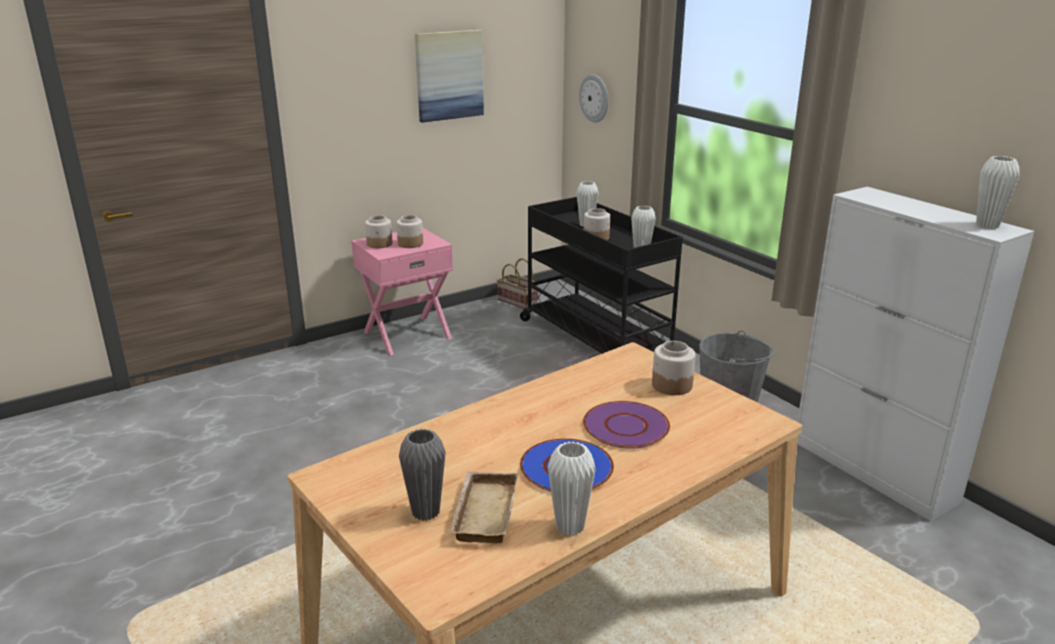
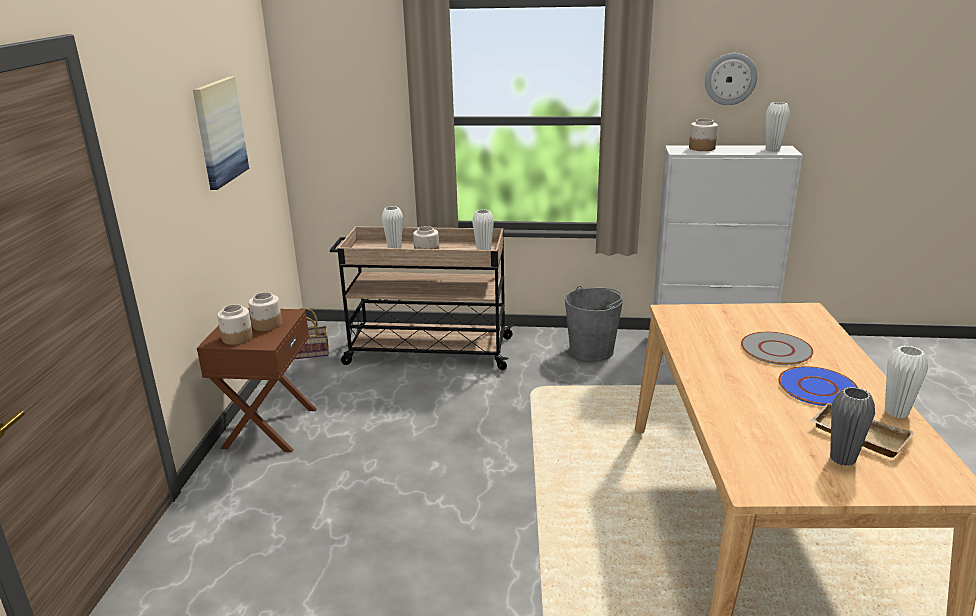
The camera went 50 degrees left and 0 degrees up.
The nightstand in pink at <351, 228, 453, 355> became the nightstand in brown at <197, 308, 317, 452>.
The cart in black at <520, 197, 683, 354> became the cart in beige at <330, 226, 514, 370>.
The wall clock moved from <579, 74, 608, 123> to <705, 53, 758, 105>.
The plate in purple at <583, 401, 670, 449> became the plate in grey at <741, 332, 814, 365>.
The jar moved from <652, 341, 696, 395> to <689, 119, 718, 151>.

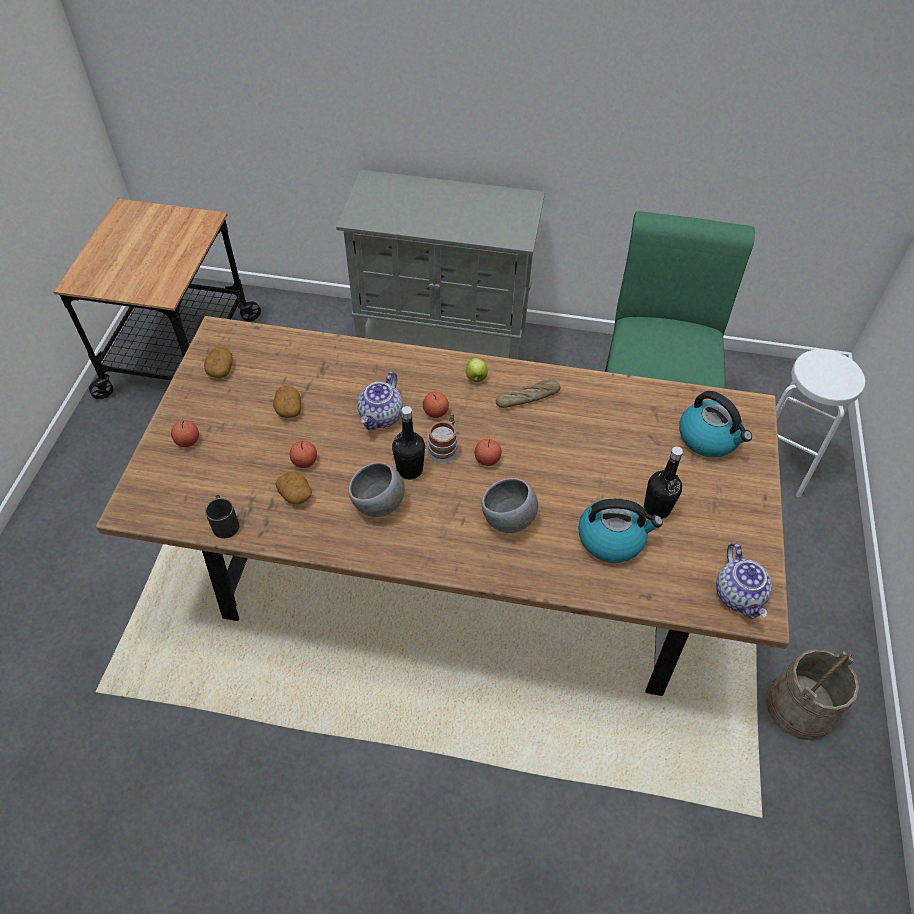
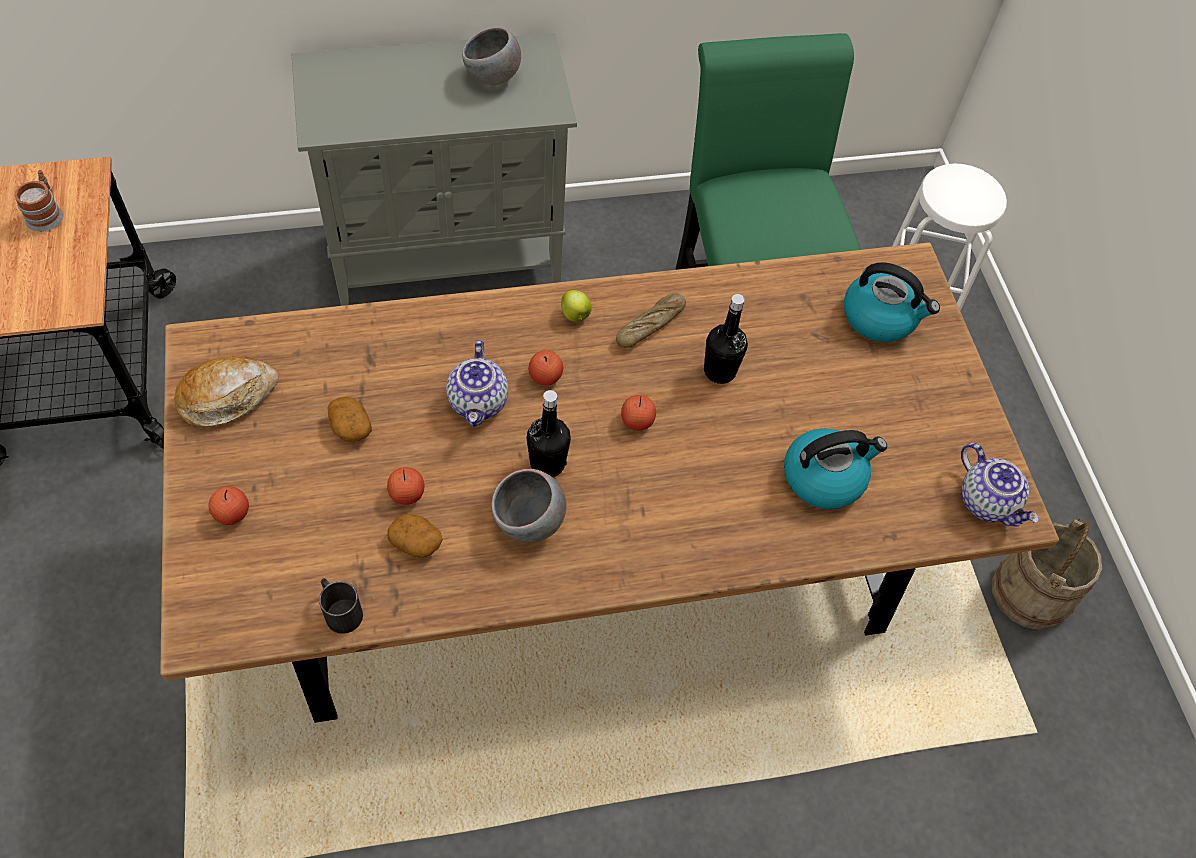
The camera went 25 degrees left and 5 degrees up.
The potato at <204, 347, 233, 378> was replaced by the bread at <174, 356, 279, 428>.
The mug moved from <427, 413, 458, 463> to <14, 170, 63, 232>.
The bowl in grey moved from <481, 478, 538, 533> to <462, 27, 521, 85>.
The bottle in black moved from <644, 447, 683, 519> to <704, 294, 748, 384>.

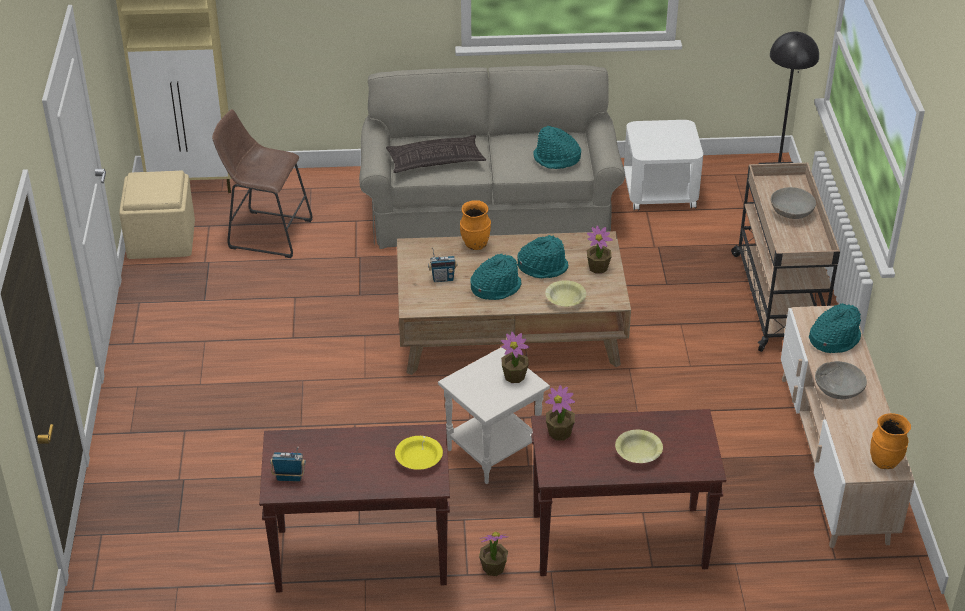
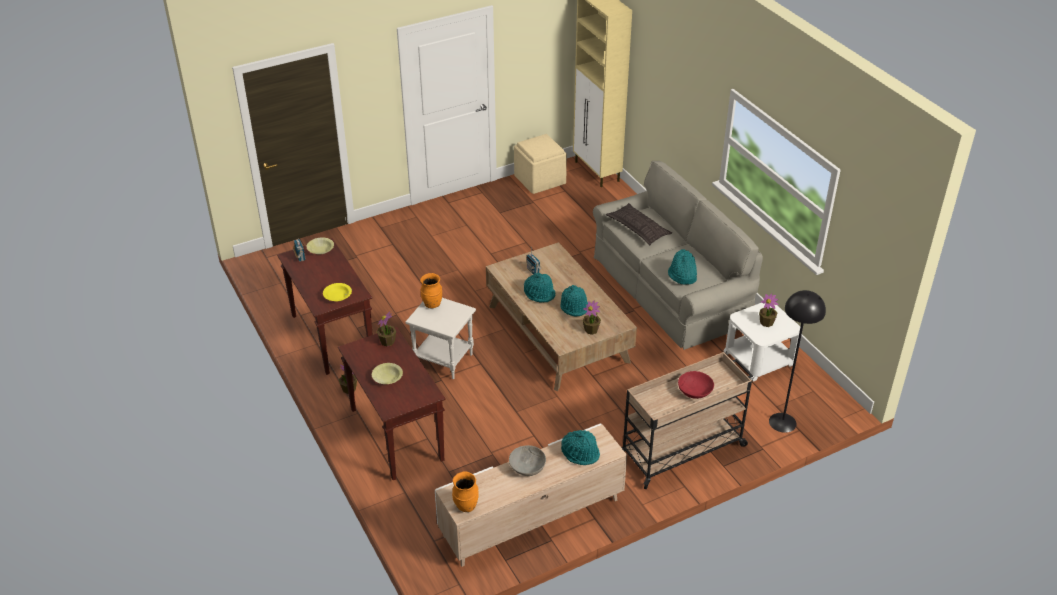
The camera went 65 degrees right and 0 degrees up.
The stool in brown at <212, 109, 312, 258> disappeared.
The vase in orange moved from <460, 200, 491, 250> to <420, 273, 442, 309>.
The potted plant moved from <501, 332, 529, 383> to <759, 293, 778, 327>.
The bowl in yellow moved from <545, 280, 586, 307> to <307, 237, 334, 255>.
The bowl in grey at <771, 187, 816, 219> became the bowl in red at <678, 371, 714, 399>.

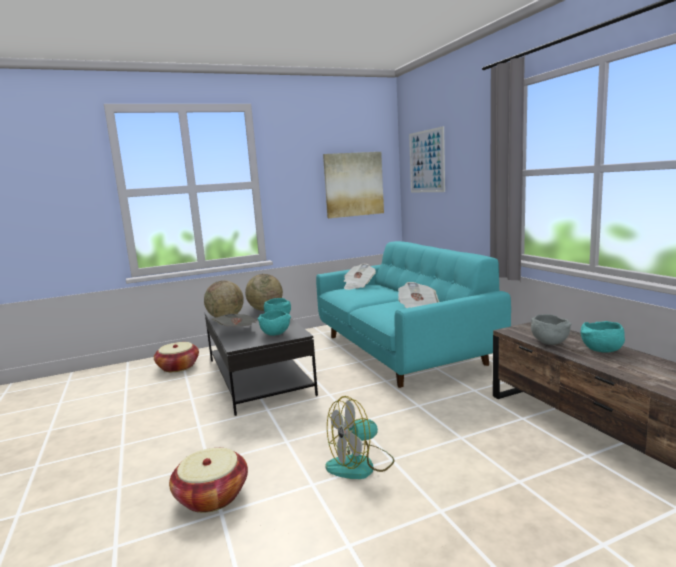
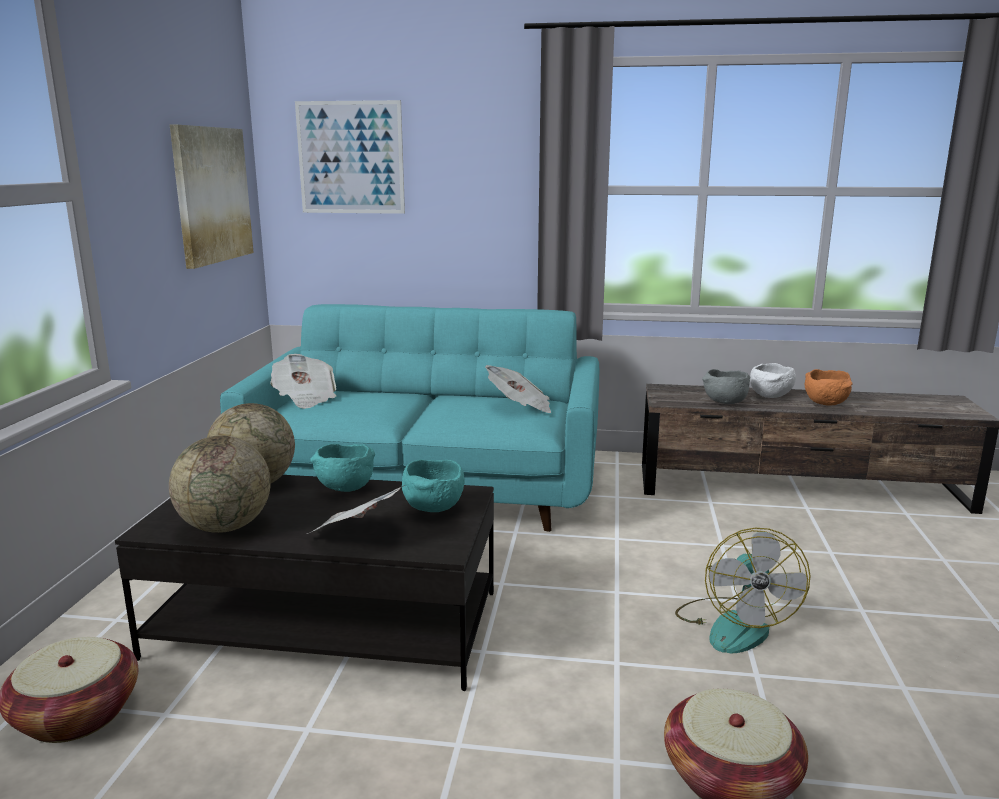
The camera went 60 degrees left and 5 degrees up.
The bowl in turquoise at <581, 321, 625, 353> became the bowl in white at <750, 363, 796, 398>.
The bowl in orange at <805, 369, 853, 406> appeared.

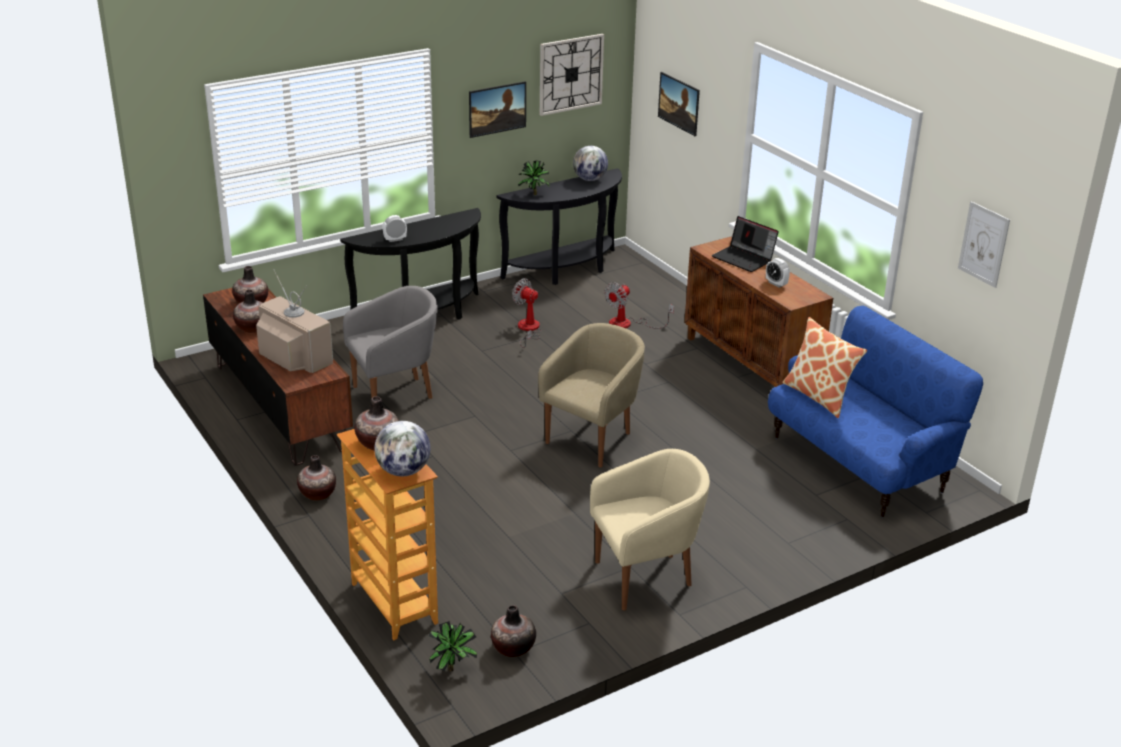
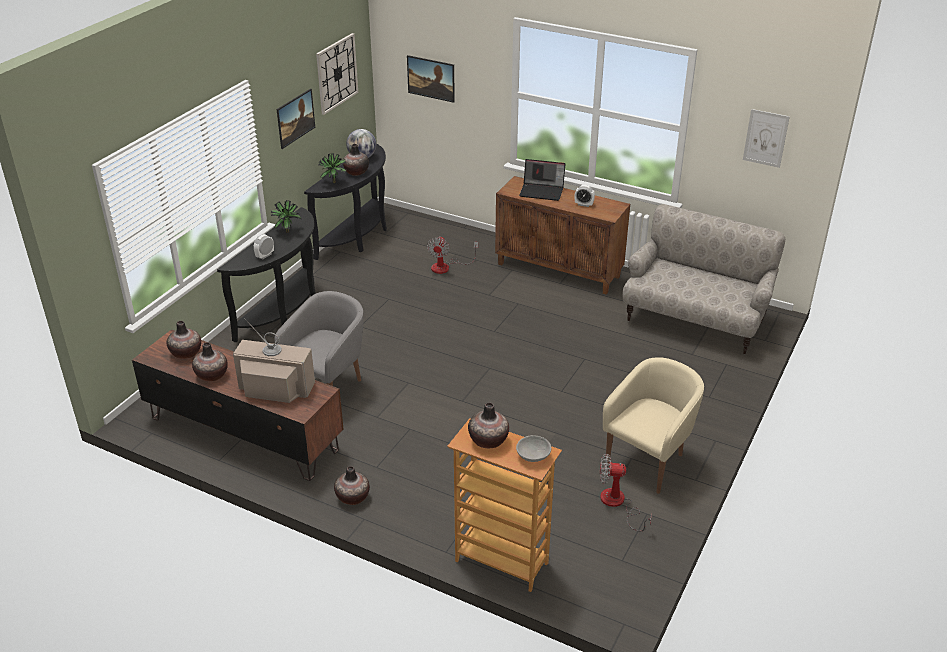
The camera went 30 degrees left and 5 degrees up.
The globe at <374, 421, 430, 476> was replaced by the bowl in grey at <516, 435, 551, 462>.
The potted plant moved from <428, 621, 477, 672> to <271, 200, 301, 233>.
The vase moved from <491, 605, 536, 657> to <343, 144, 369, 176>.
The fan moved from <512, 278, 542, 348> to <600, 454, 651, 531>.
The armchair in beige at <538, 323, 645, 467> disappeared.
The sofa in blue at <768, 306, 983, 517> became the sofa in beige at <622, 204, 785, 354>.
The pillow at <782, 317, 867, 418> disappeared.

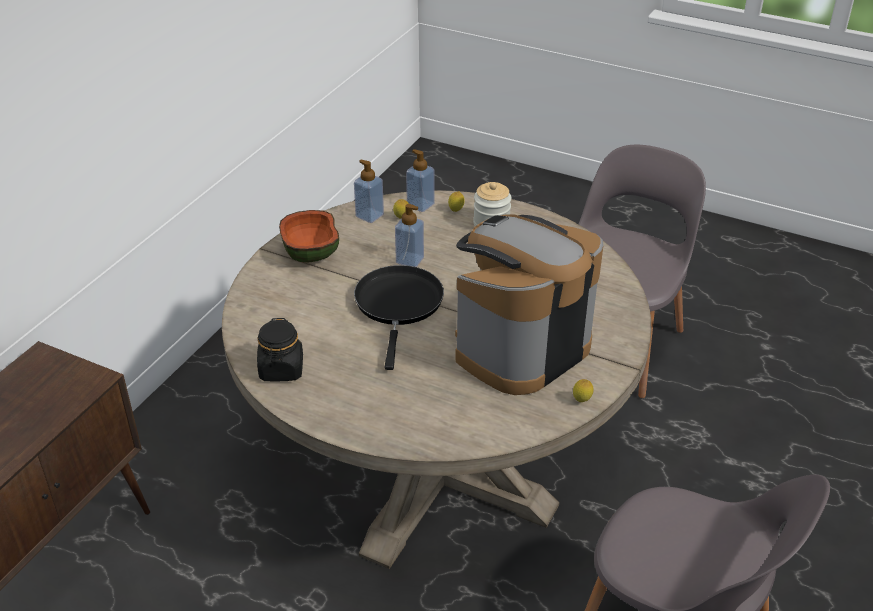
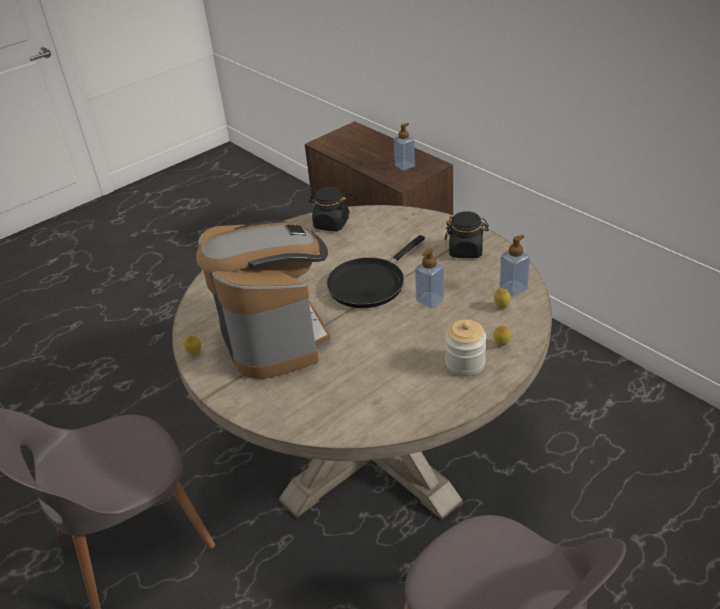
The camera went 115 degrees right and 0 degrees up.
The bowl at <279, 210, 339, 263> was replaced by the jar in black at <445, 211, 489, 258>.
The frying pan in black at <354, 265, 444, 370> turned 105 degrees clockwise.
The soap dispenser moved from <406, 149, 435, 212> to <394, 123, 415, 171>.

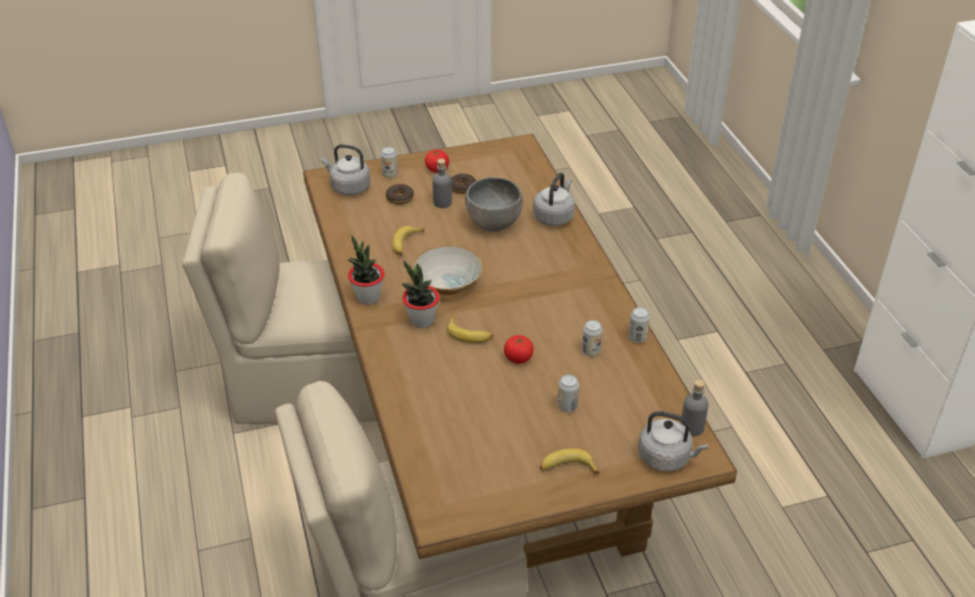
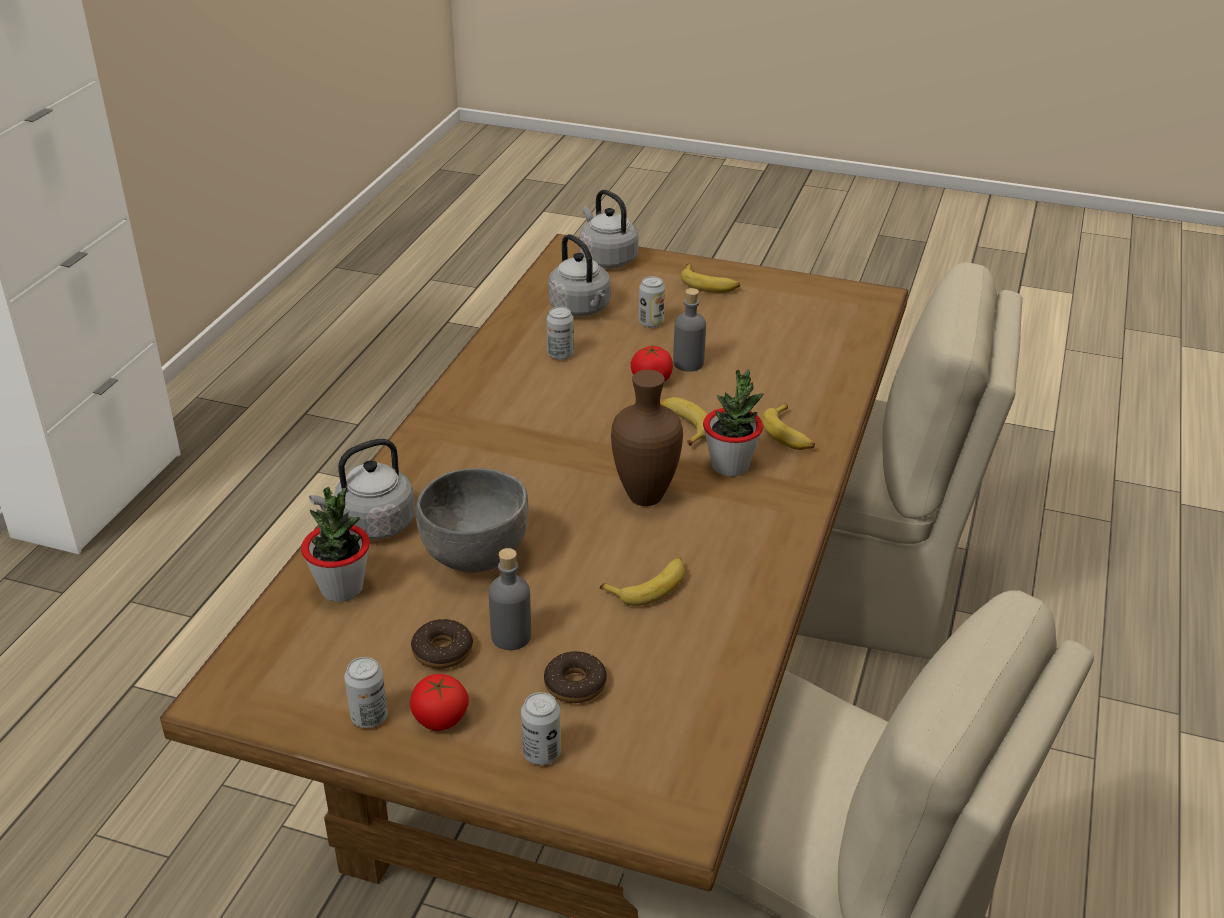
The camera went 145 degrees left and 5 degrees down.
The kettle in grey moved from <321, 144, 370, 195> to <548, 234, 611, 316>.
The potted plant moved from <348, 236, 385, 305> to <301, 487, 370, 602>.
The bowl at <413, 246, 483, 295> was replaced by the vase in brown at <611, 370, 683, 506>.
The can moved from <628, 307, 650, 343> to <344, 657, 388, 728>.
The bottle in grey moved from <681, 379, 708, 437> to <673, 288, 706, 372>.
The banana at <761, 403, 815, 450> appeared.

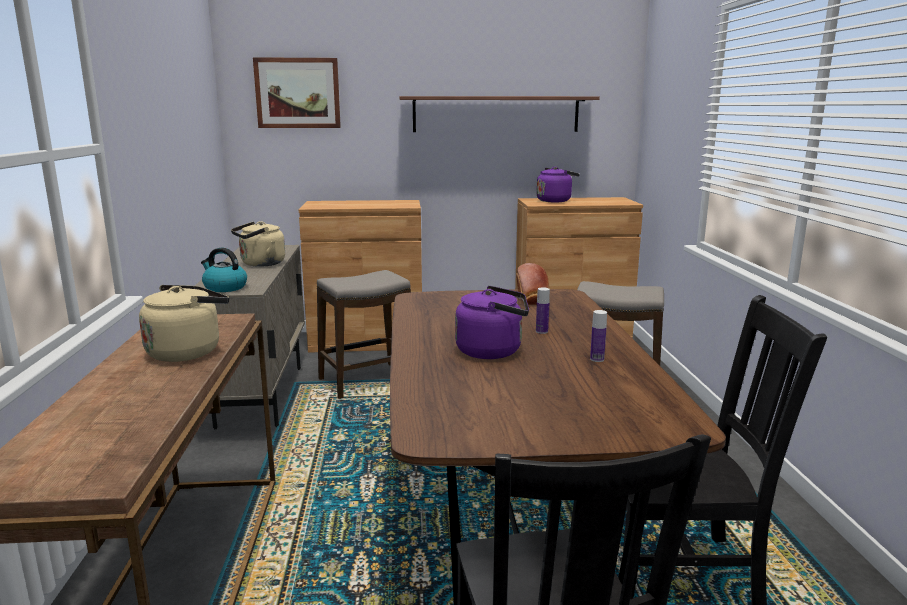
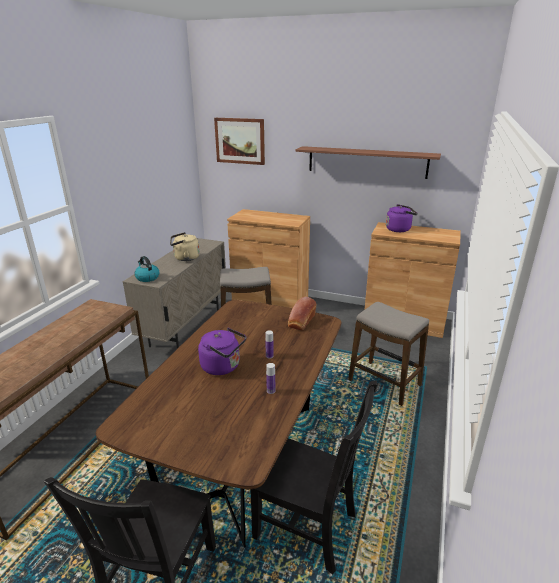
The camera went 25 degrees right and 10 degrees up.
The kettle in beige at <139, 285, 229, 362> disappeared.

